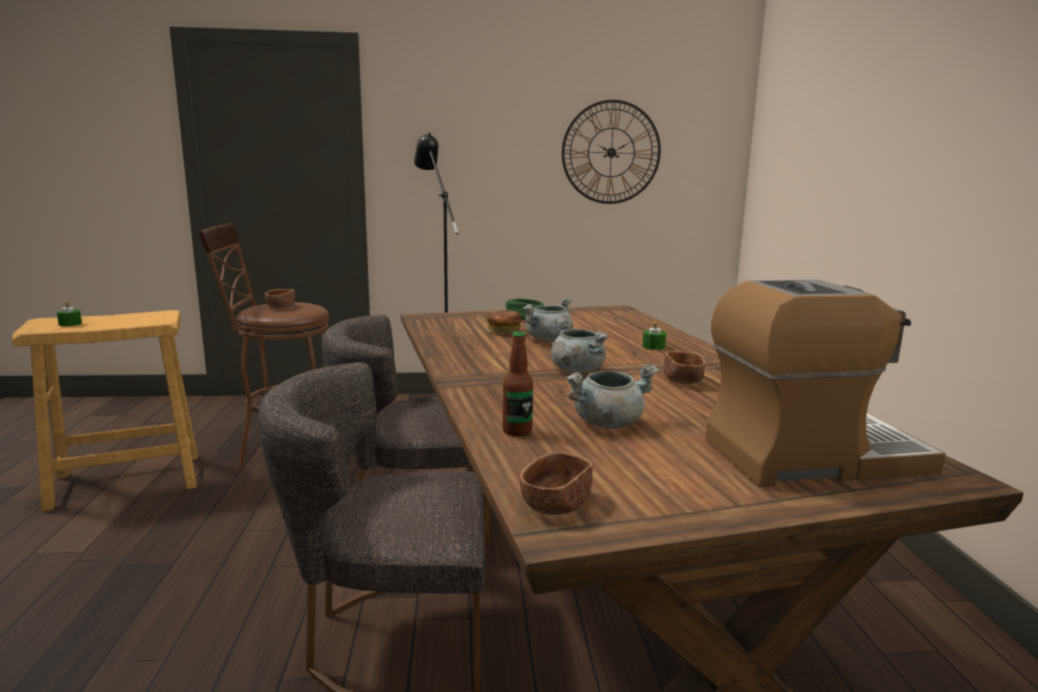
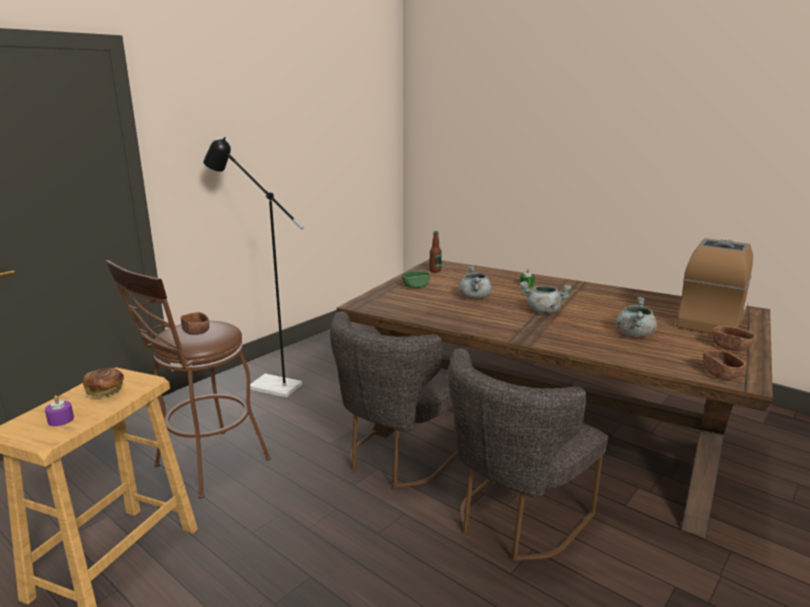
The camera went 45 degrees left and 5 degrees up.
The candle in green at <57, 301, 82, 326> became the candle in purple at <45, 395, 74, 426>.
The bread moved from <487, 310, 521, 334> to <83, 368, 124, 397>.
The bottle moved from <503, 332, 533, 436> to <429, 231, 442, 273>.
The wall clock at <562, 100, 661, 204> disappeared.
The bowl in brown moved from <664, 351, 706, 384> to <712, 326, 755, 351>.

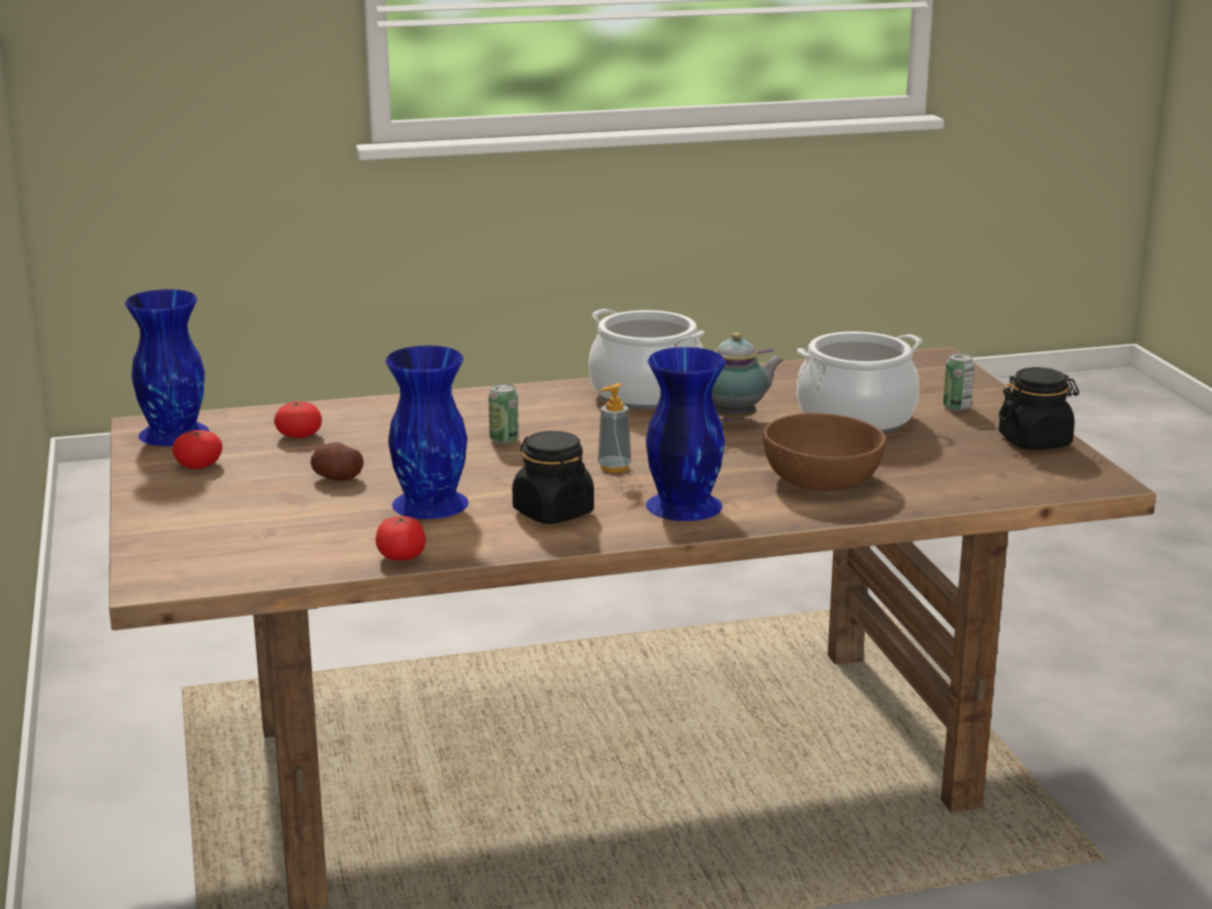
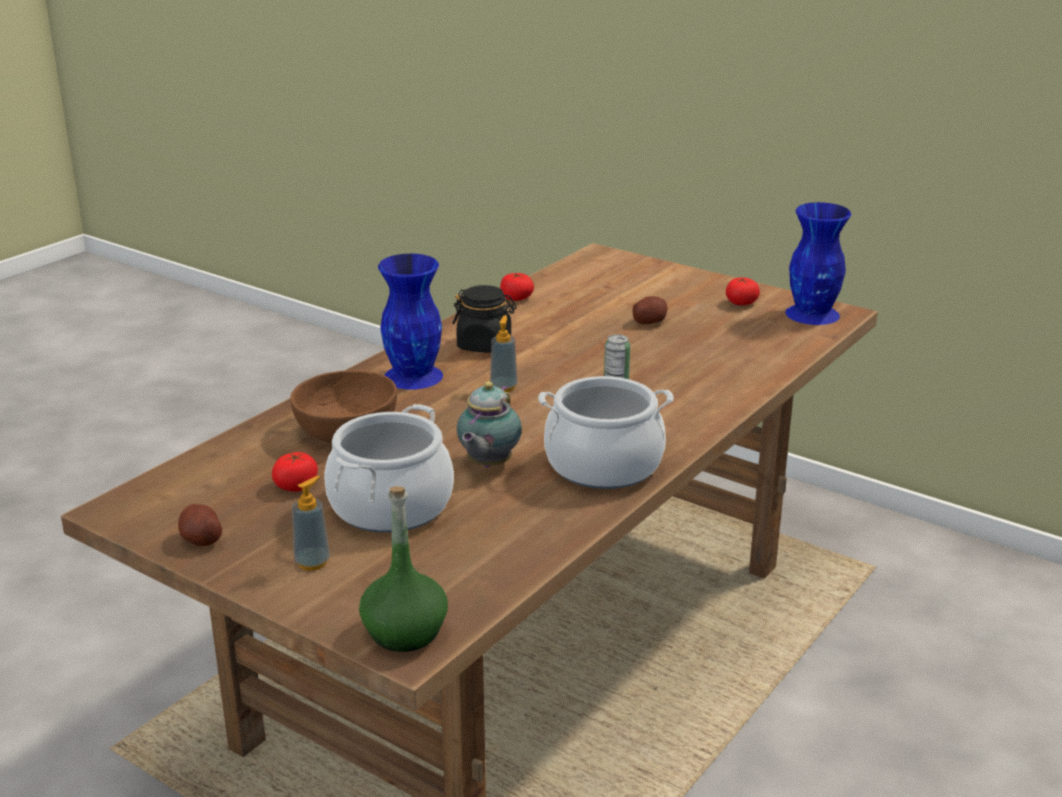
The camera went 140 degrees right and 5 degrees up.
The tomato moved from <274, 401, 322, 438> to <272, 452, 318, 492>.
The vase in blue at <386, 346, 469, 519> disappeared.
The can at <943, 353, 975, 411> was replaced by the soap dispenser at <292, 476, 330, 571>.
The jar in black at <999, 367, 1079, 449> was replaced by the potato at <178, 504, 222, 546>.
The bottle in green at <359, 486, 448, 652> appeared.

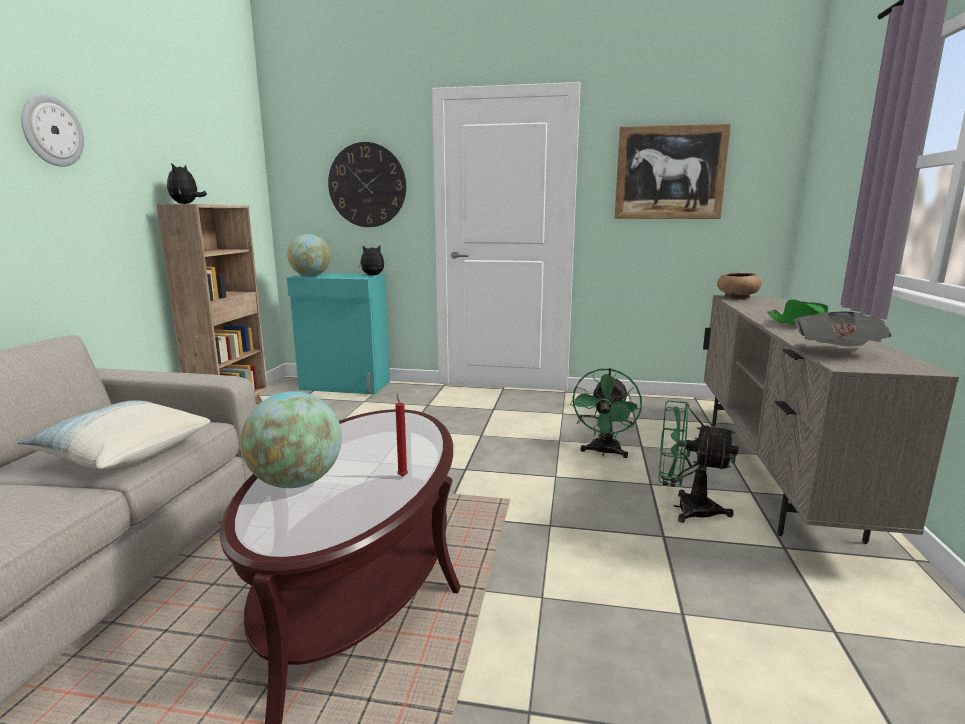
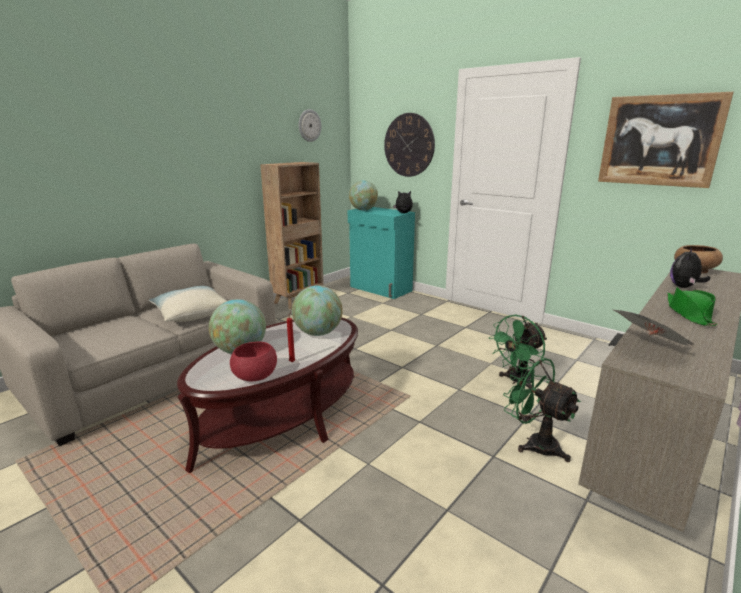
The camera went 30 degrees right and 5 degrees up.
The wall clock moved from <21, 94, 84, 167> to <299, 109, 321, 142>.
The plush toy moved from <167, 163, 207, 204> to <670, 249, 710, 288>.
The bowl in red at <230, 342, 277, 381> appeared.
The globe at <292, 285, 343, 336> appeared.

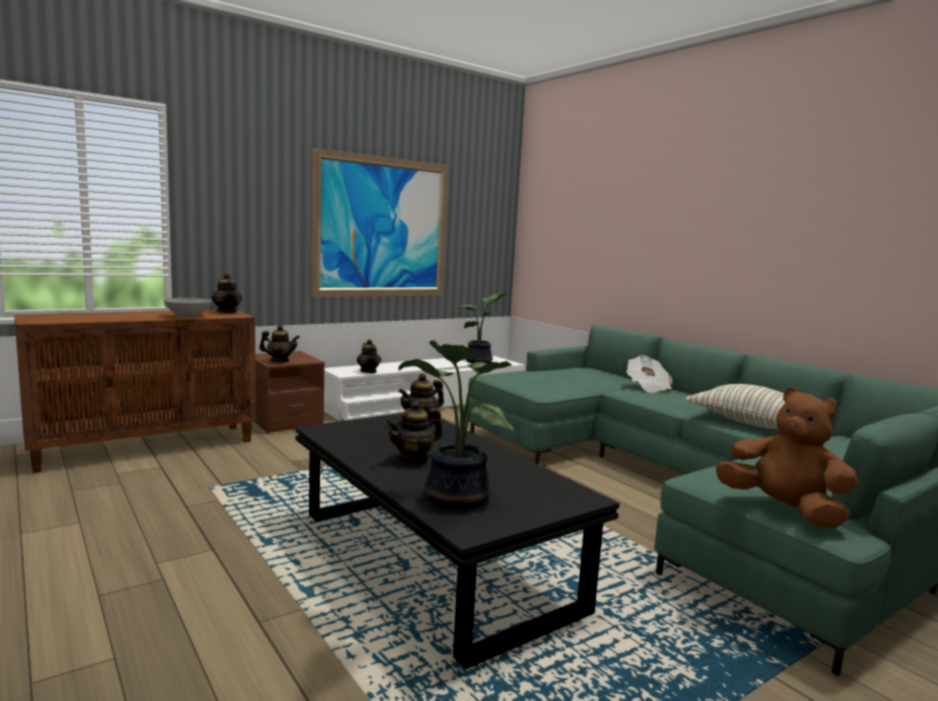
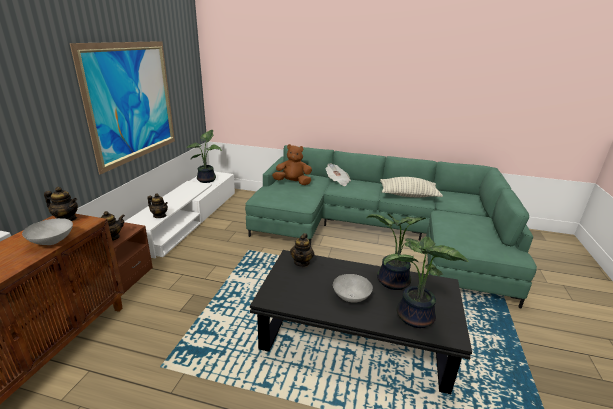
The camera went 40 degrees left and 15 degrees up.
The teapot at <386, 401, 442, 465> was replaced by the bowl in grey at <333, 274, 373, 303>.
The plush toy in brown moved from <715, 388, 858, 528> to <272, 144, 312, 185>.
The potted plant at <366, 214, 426, 290> appeared.

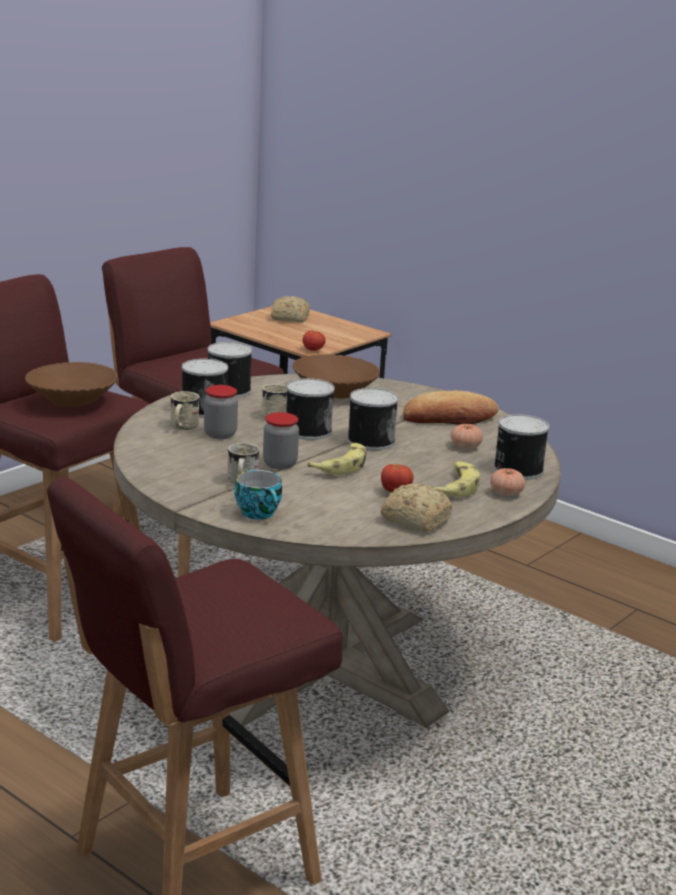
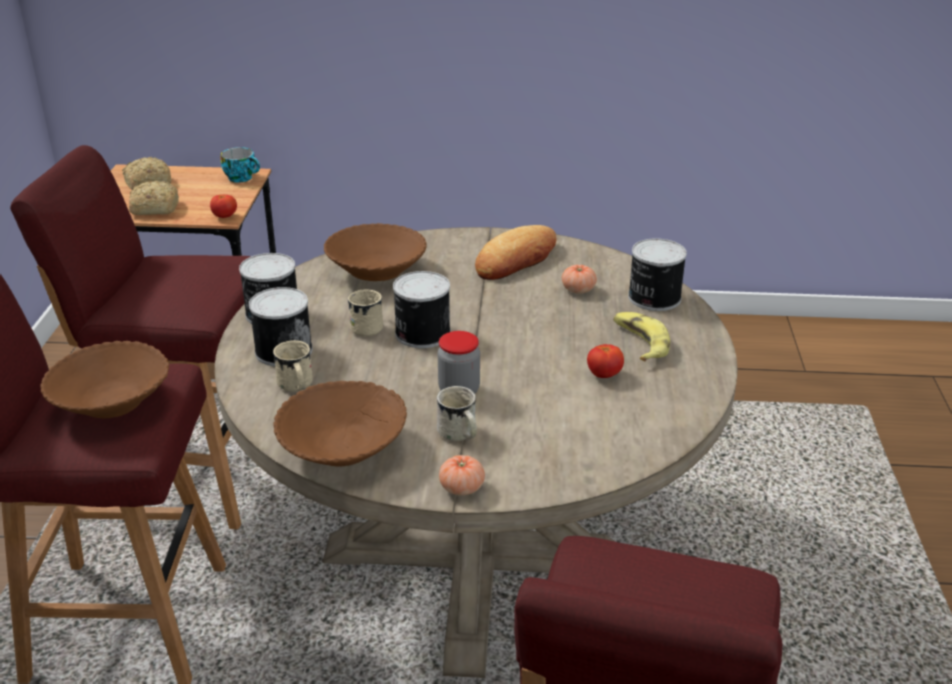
The camera went 35 degrees left and 10 degrees up.
The jar at <204, 385, 238, 439> disappeared.
The cup moved from <234, 470, 282, 519> to <221, 147, 260, 183>.
The banana at <307, 443, 366, 475> disappeared.
The can at <347, 388, 398, 450> disappeared.
The bread moved from <381, 483, 452, 532> to <129, 181, 179, 215>.
The tomato moved from <490, 468, 525, 496> to <439, 455, 485, 496>.
The bowl in brown at <274, 381, 407, 466> appeared.

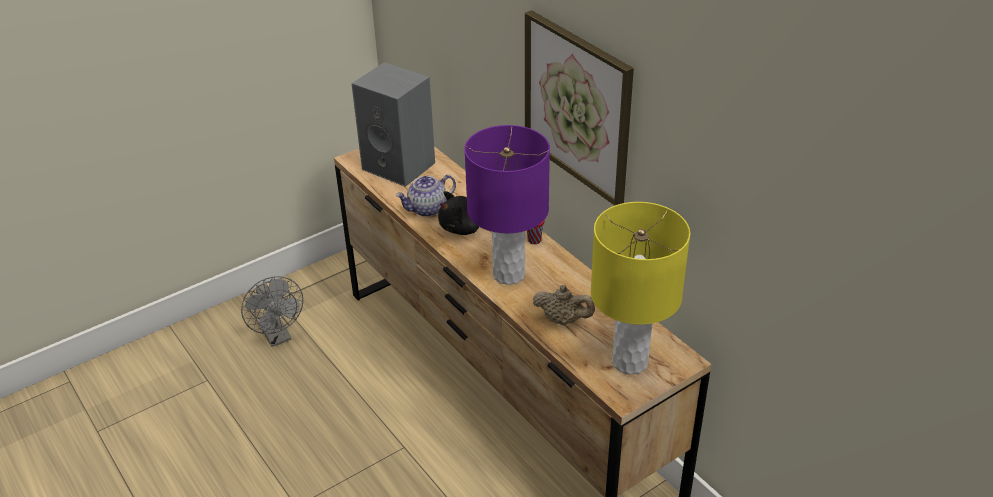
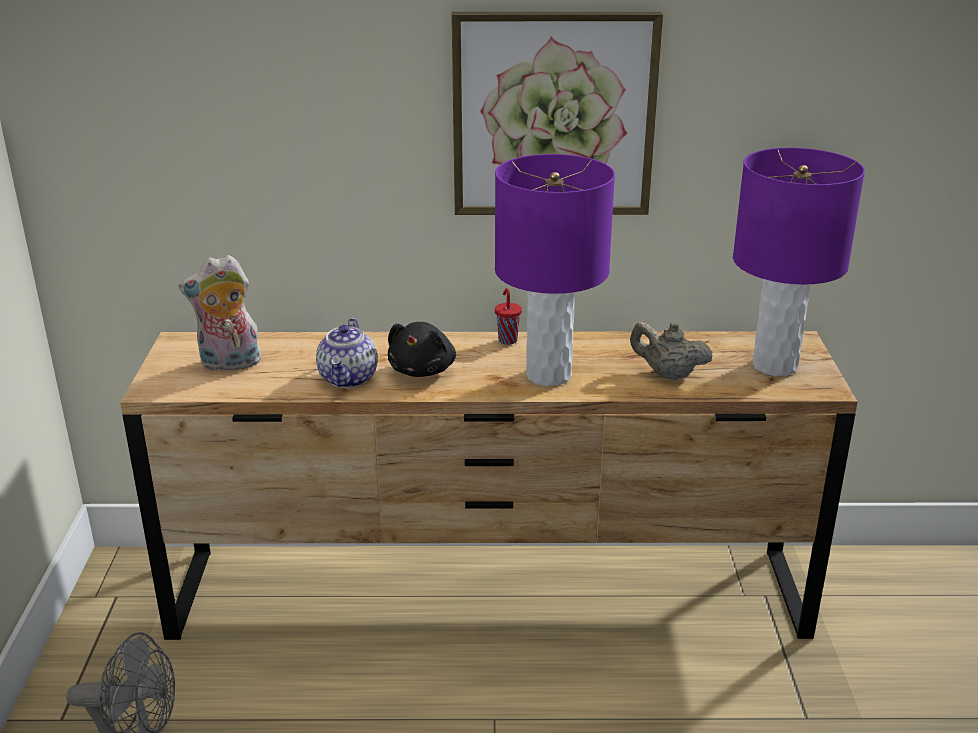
The camera went 55 degrees left and 10 degrees down.
The speaker in grey at <351, 62, 435, 187> was replaced by the plush toy at <179, 255, 263, 371>.
The teapot in beige at <533, 285, 595, 325> turned 120 degrees counterclockwise.
The table lamp in yellow at <591, 202, 690, 375> became the table lamp in purple at <733, 148, 865, 376>.

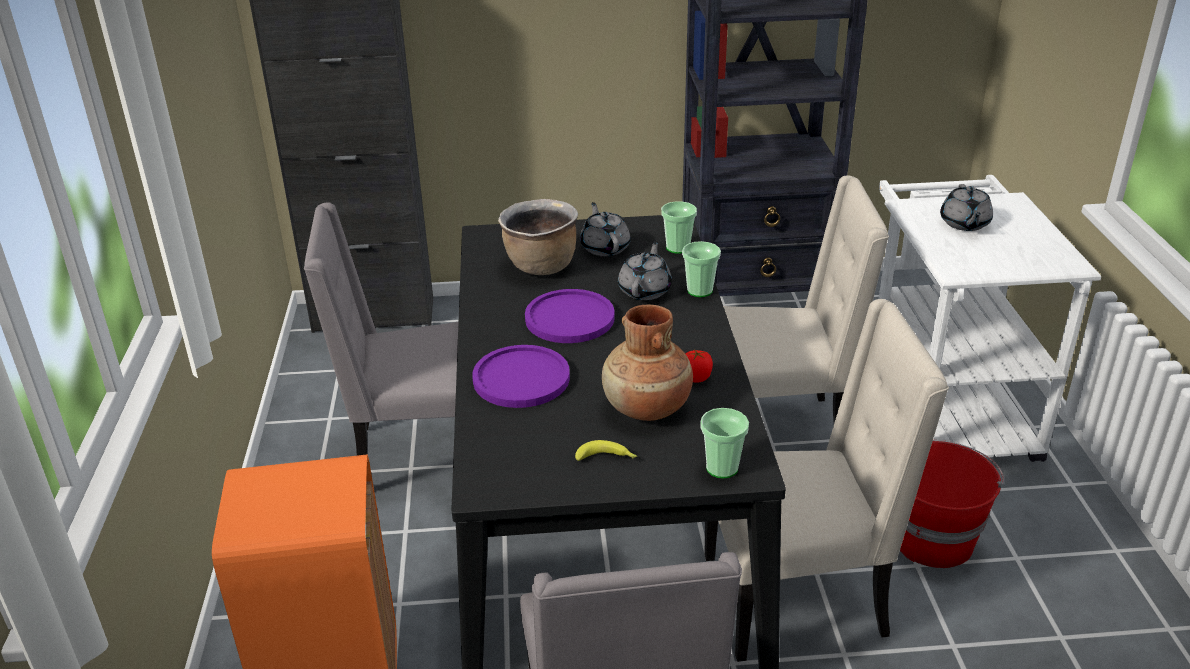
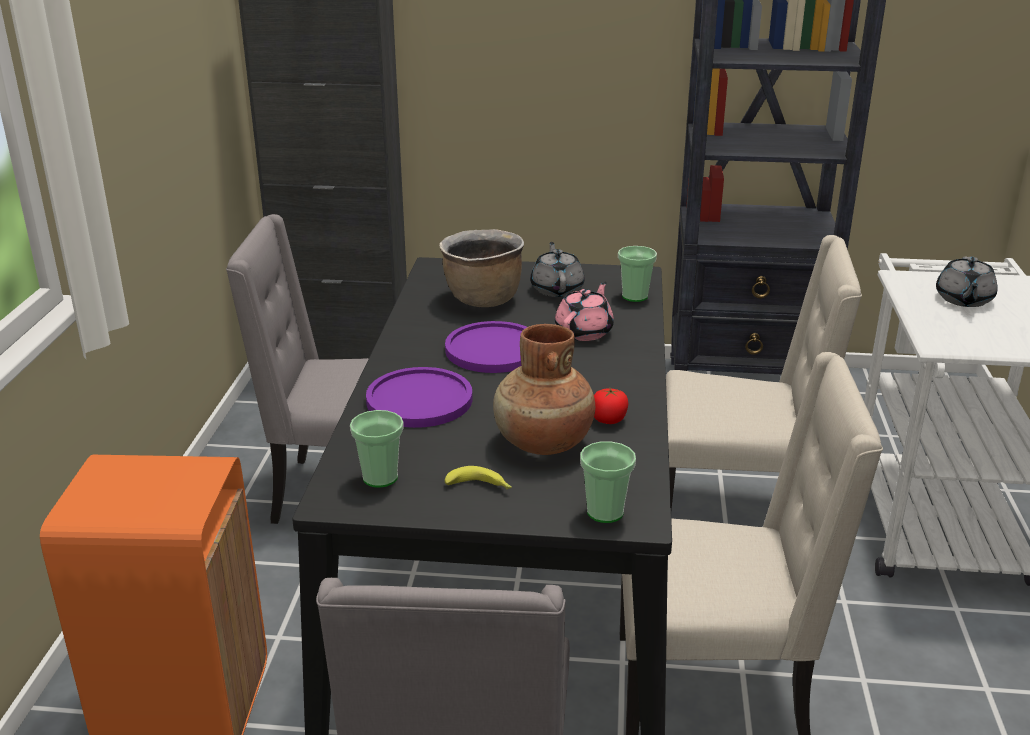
The camera went 10 degrees right and 5 degrees down.
The teapot in grey at <618, 241, 672, 300> became the teapot in pink at <555, 281, 614, 341>.
The cup moved from <682, 241, 721, 297> to <350, 410, 404, 488>.
The bucket in red at <900, 440, 1004, 568> disappeared.

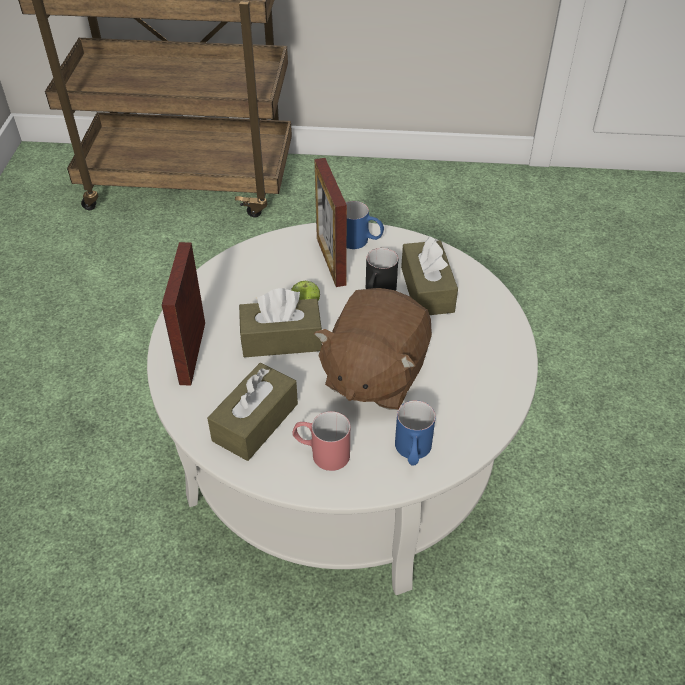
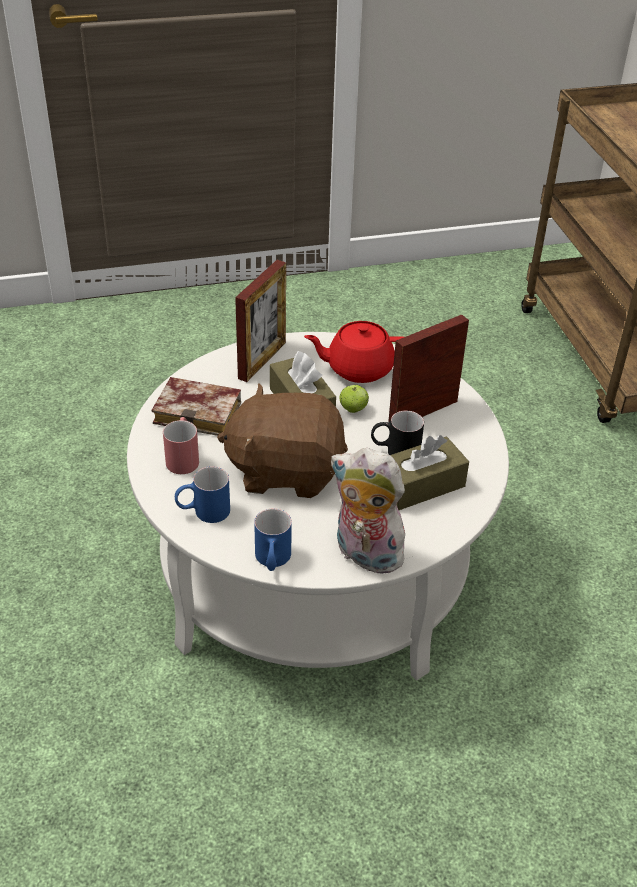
The camera went 70 degrees right and 5 degrees down.
The picture frame at <162, 242, 205, 386> turned 135 degrees clockwise.
The tissue box in brown at <207, 363, 298, 461> was replaced by the book at <152, 377, 241, 436>.
The mug in blue moved from <346, 201, 384, 249> to <254, 509, 292, 571>.
The teapot in red at <304, 321, 404, 383> appeared.
The plush toy at <330, 448, 408, 575> appeared.

